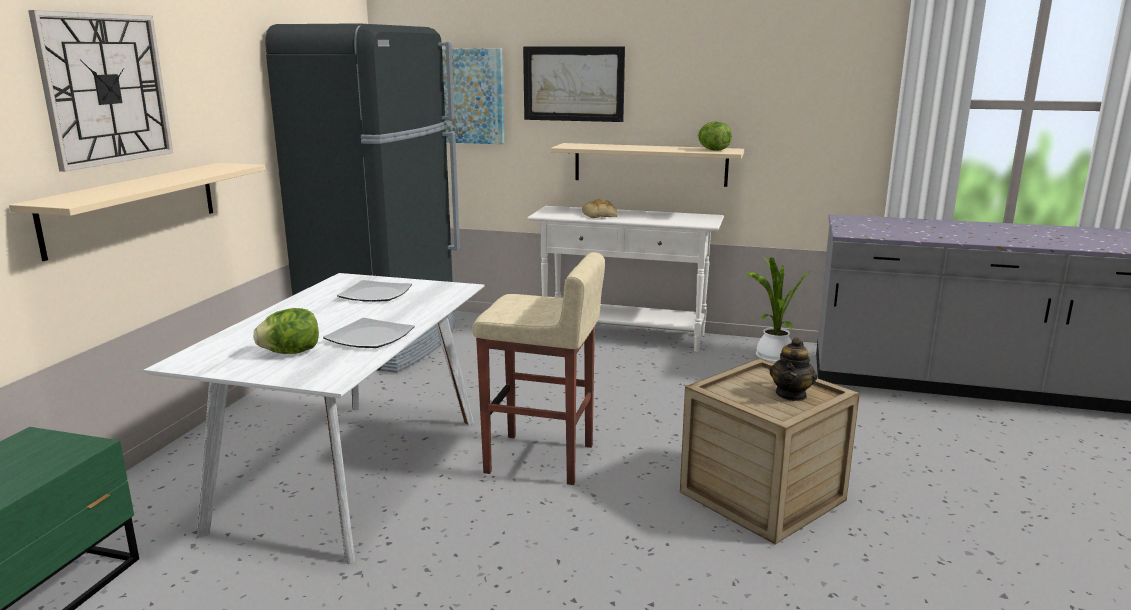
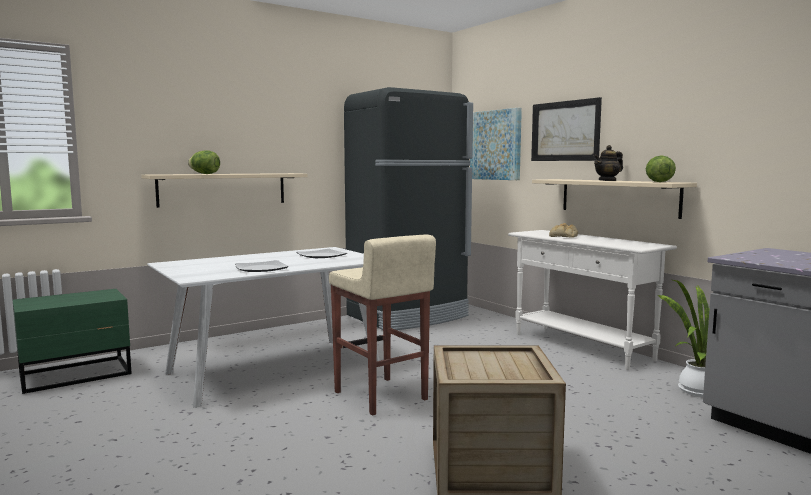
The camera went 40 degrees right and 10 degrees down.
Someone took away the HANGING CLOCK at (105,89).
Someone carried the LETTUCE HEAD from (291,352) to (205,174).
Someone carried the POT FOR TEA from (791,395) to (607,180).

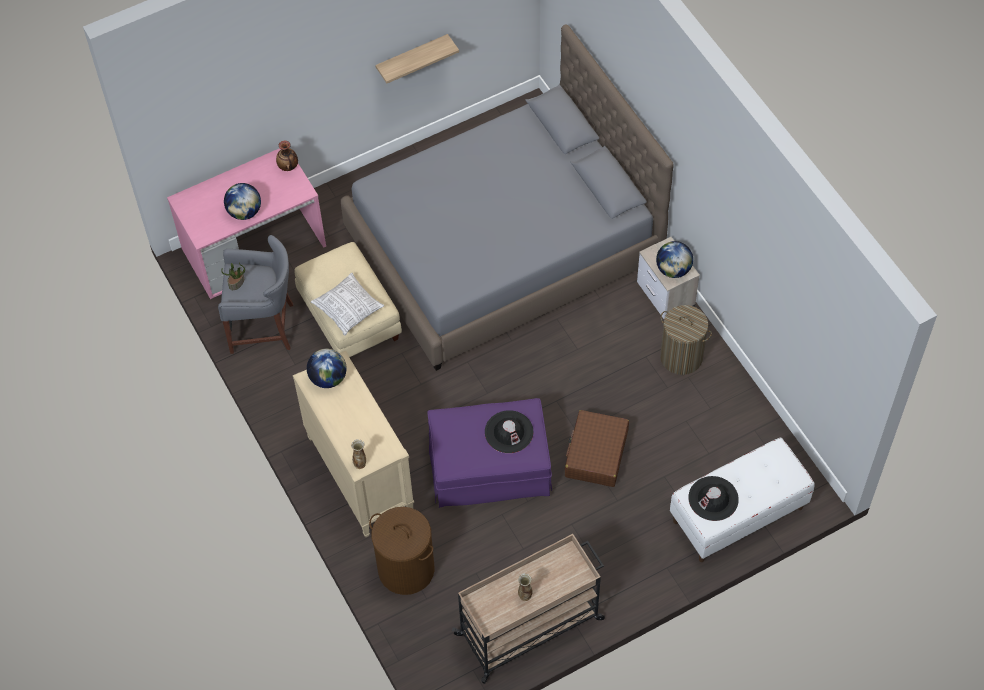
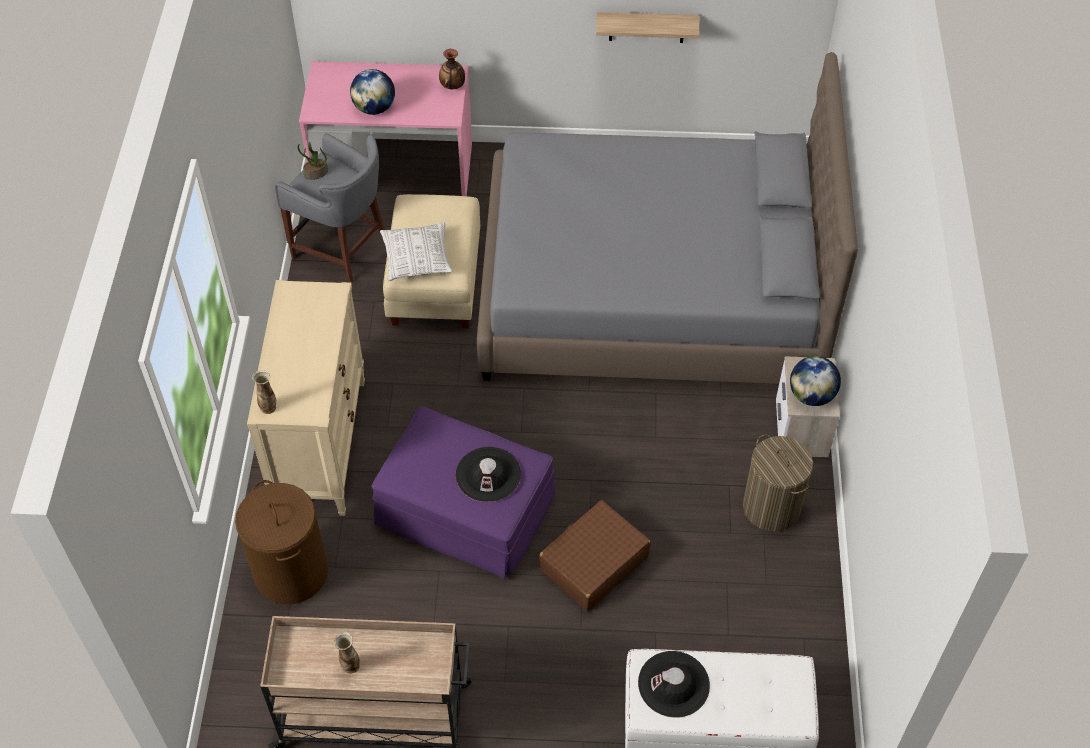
The camera went 30 degrees right and 5 degrees down.
Someone took away the GLOBE at (328,378).

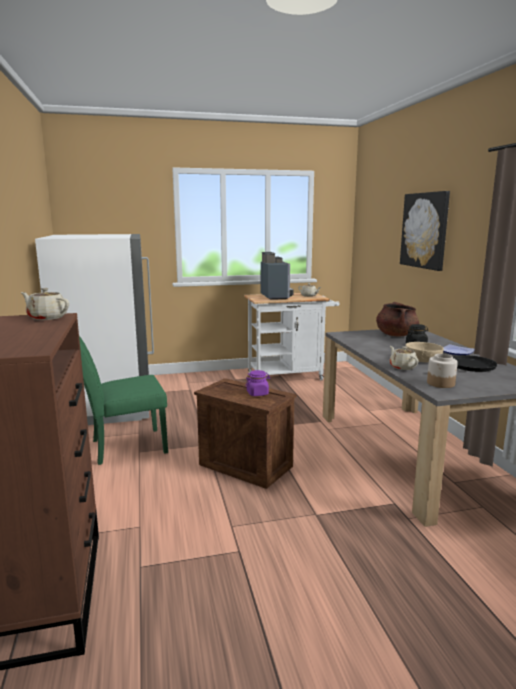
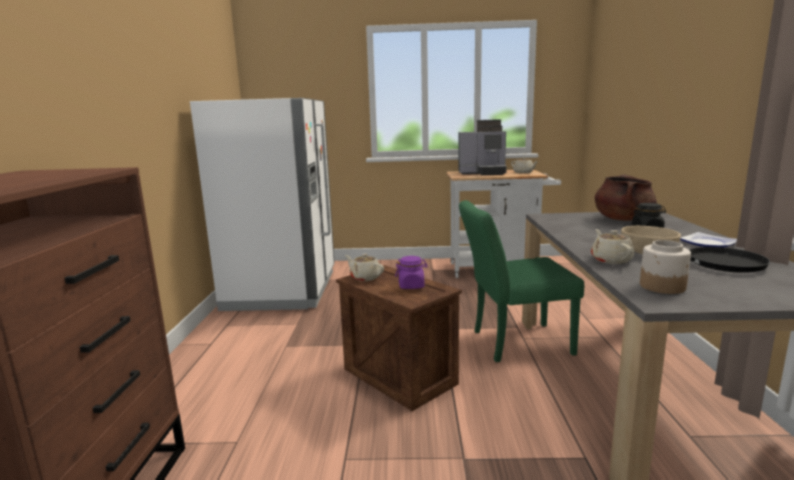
The camera went 15 degrees right and 0 degrees up.
Someone took away the WALL ART at (425,230).
Someone carried the SAND-COLOURED POT FOR TEA from (47,317) to (365,277).
Someone carried the GREENISH CHAIR from (122,447) to (514,343).
Someone rotated the COFFEE BREWER at (276,296) by 90 degrees clockwise.

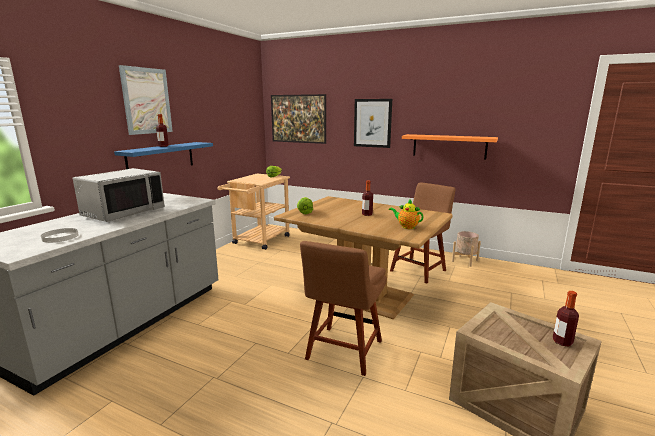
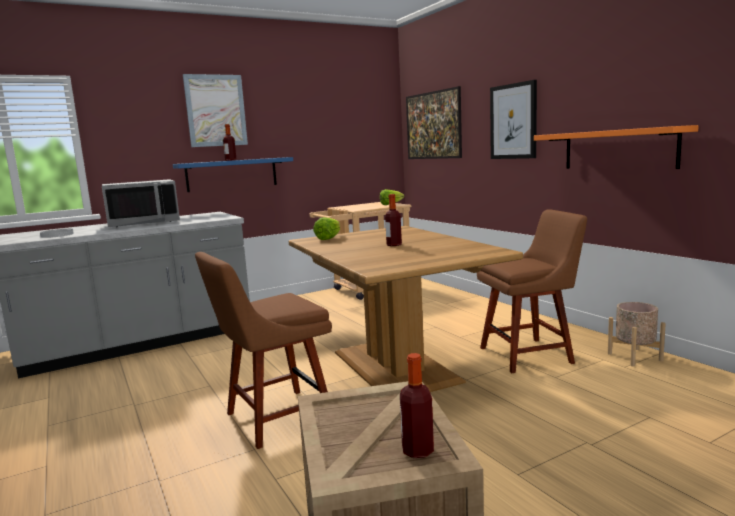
The camera went 35 degrees right and 5 degrees down.
Someone took away the POT FOR TEA at (406,227).

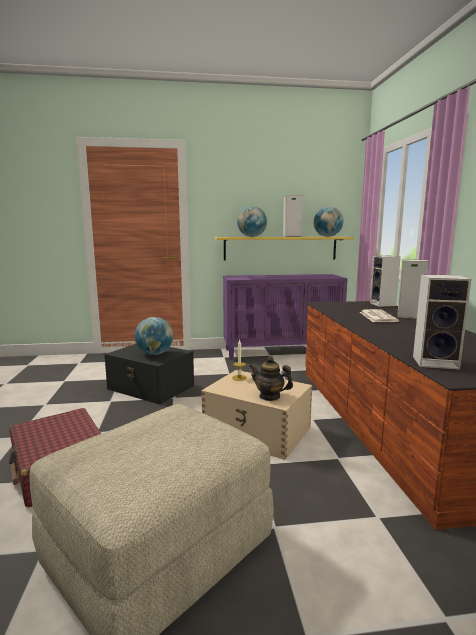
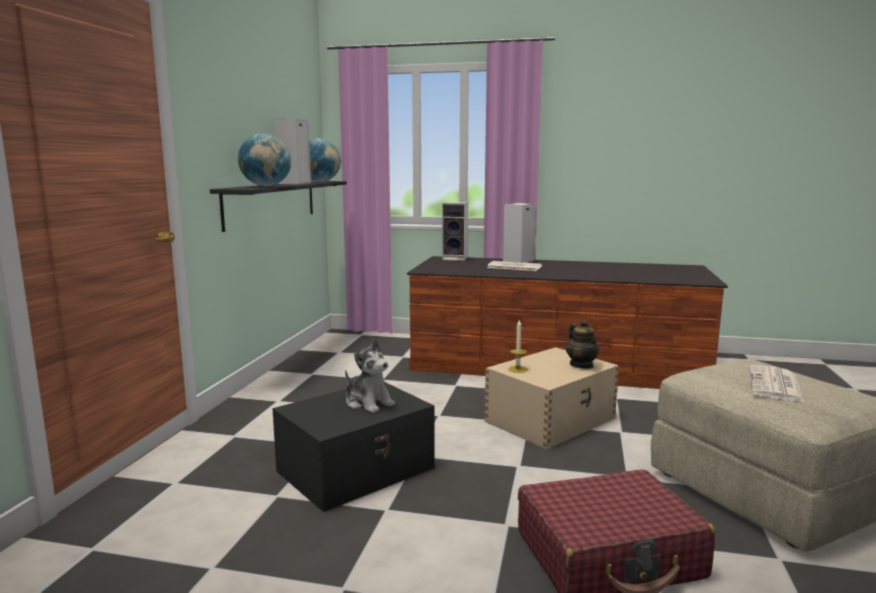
The camera went 70 degrees left and 0 degrees up.
Someone took away the PURPLISH STORAGE CABINET at (282,352).
Someone took away the SPEAKER at (436,362).
Someone put down the NEWSPAPER at (775,385).
Someone swapped the GLOBE at (155,354) for the CUDDLY TOY at (368,403).
Someone repainted the YELLOWISH BRACKET SHELF at (280,248), which became the BLACKISH BRACKET SHELF at (272,203).
Someone rotated the POT FOR TEA at (269,396) by 60 degrees counterclockwise.

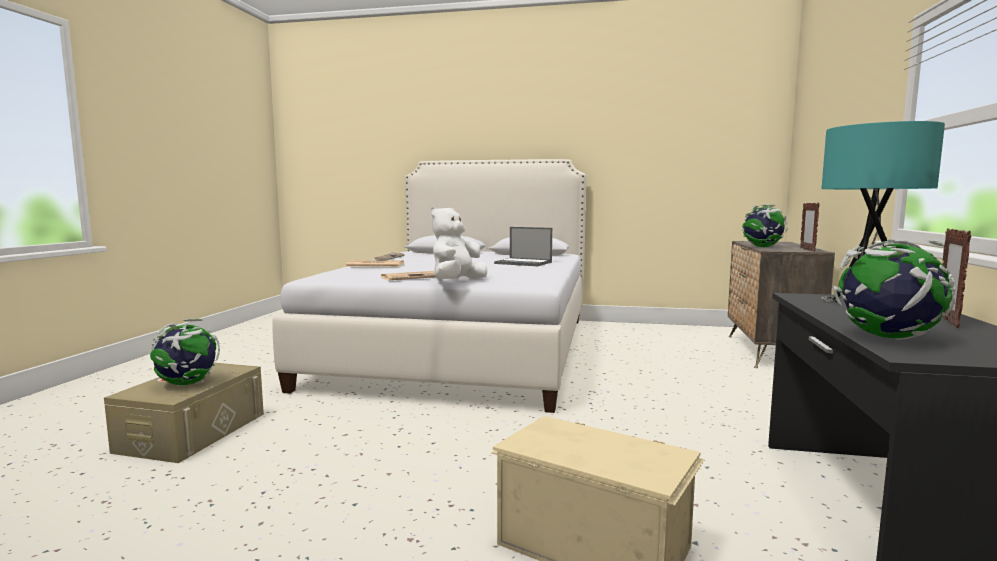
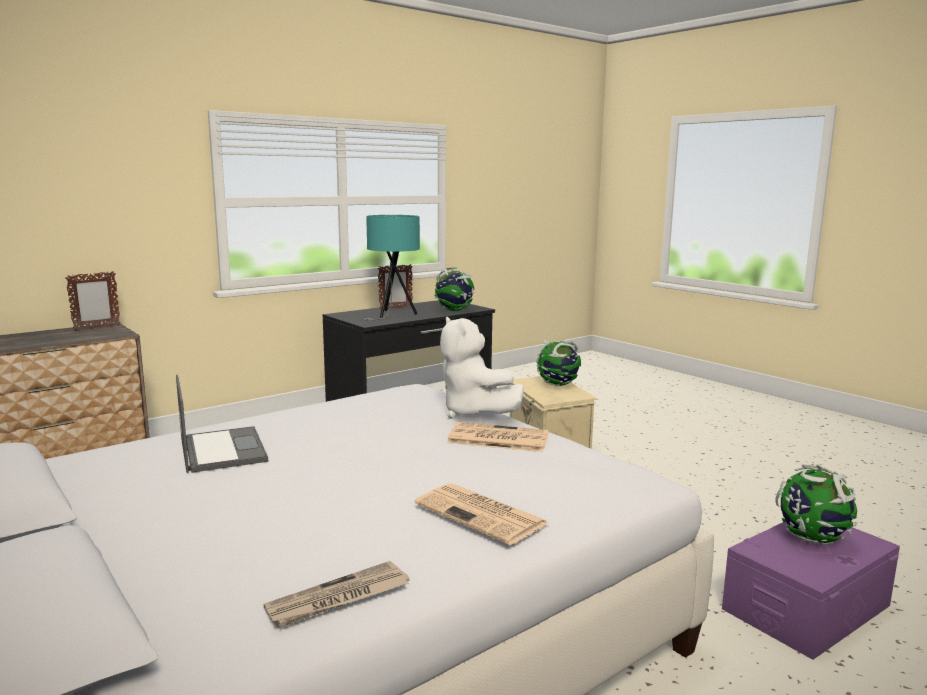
The camera went 140 degrees left and 5 degrees up.
Someone carried the GLOBE from (762,247) to (558,385).
Someone repainted the SAND-COLOURED STORAGE BOX at (193,432), which became the PURPLISH STORAGE BOX at (806,607).
Someone rotated the WHITE-COLOURED CUDDLY TOY at (457,282) by 75 degrees clockwise.

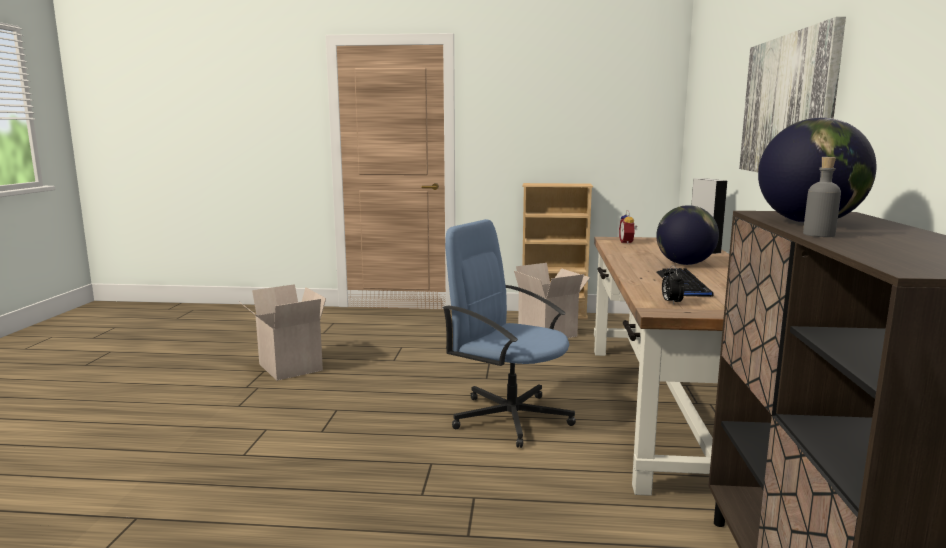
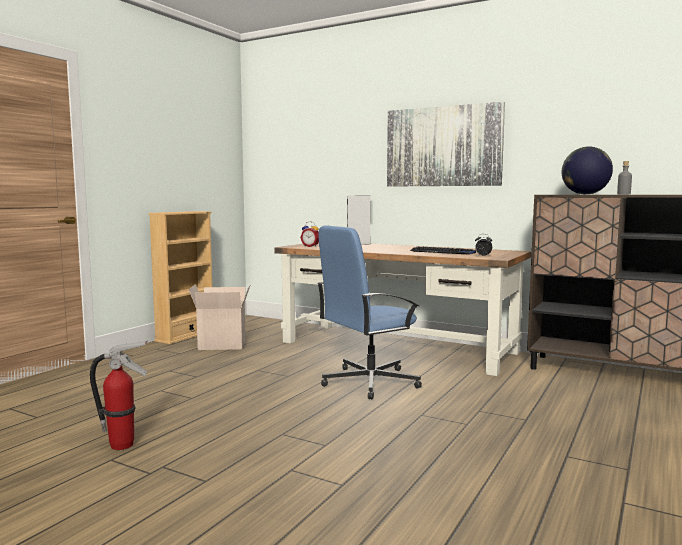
The camera went 65 degrees left and 5 degrees down.
Someone took away the GLOBE at (684,264).
Someone swapped the CARTON at (288,367) for the FIRE EXTINGUISHER at (123,445).

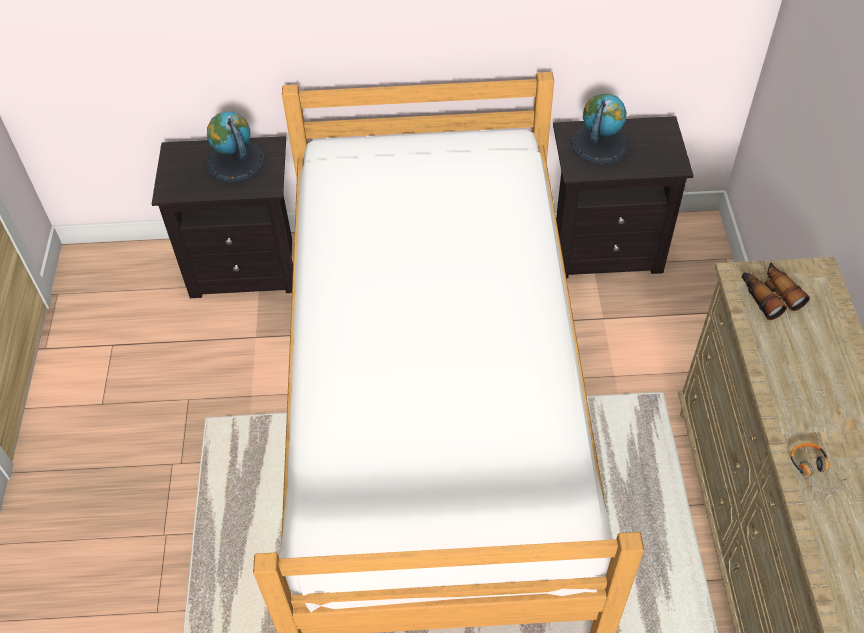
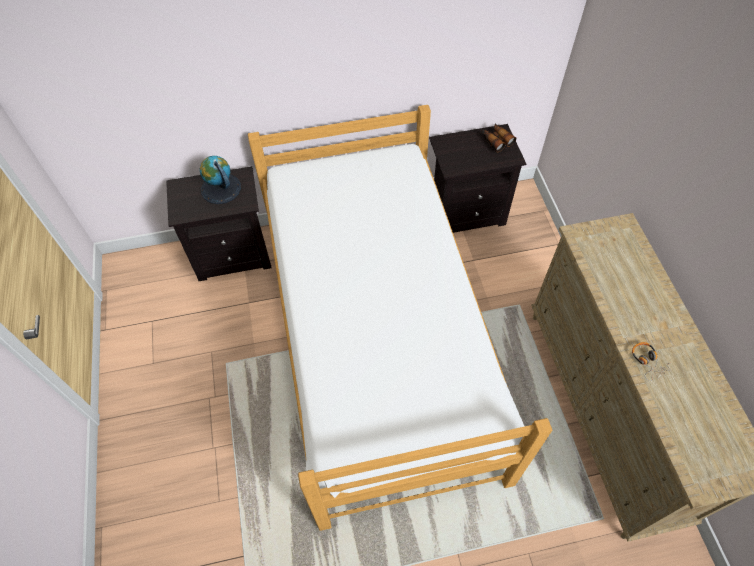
The camera went 10 degrees left and 5 degrees up.
Someone took away the GLOBE at (599,144).
Someone carried the FIELD GLASSES from (769,295) to (496,140).

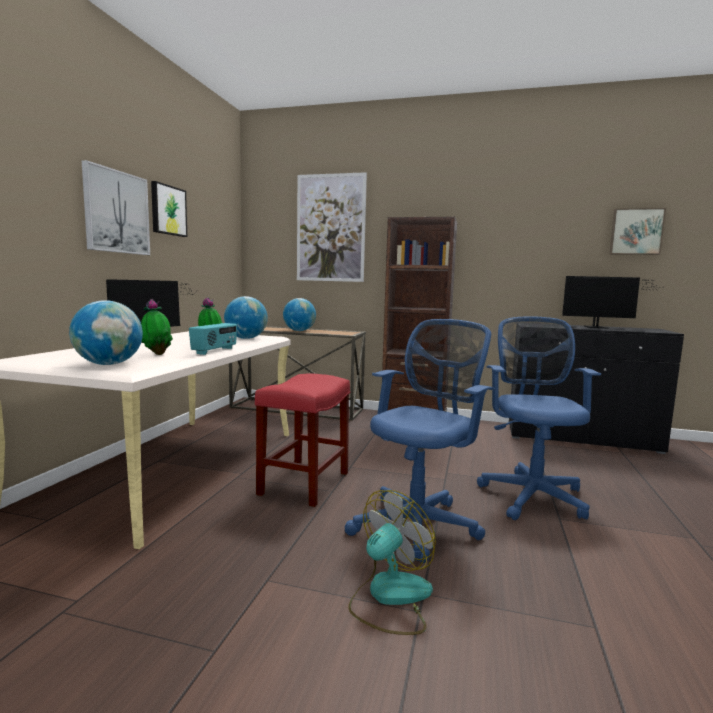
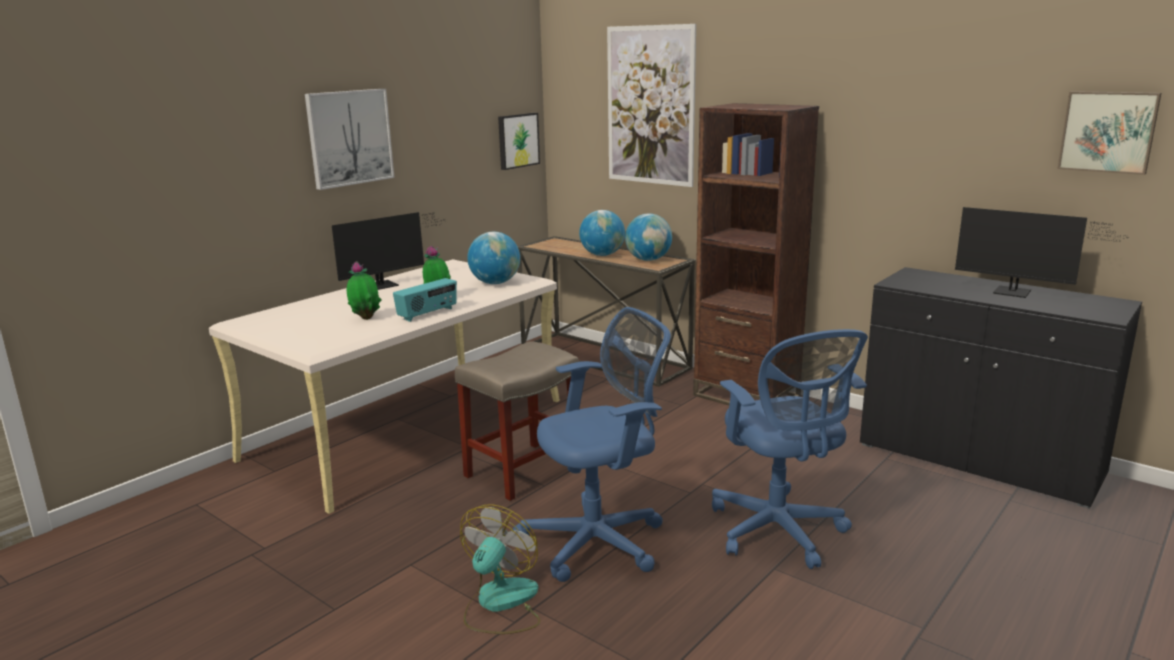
The camera went 25 degrees right and 10 degrees up.
Someone carried the GLOBE from (109,364) to (648,260).
Someone carried the WALL ART from (168,210) to (517,140).
Someone repainted the RED STOOL SEAT at (304,484), which became the SAND-COLOURED STOOL SEAT at (522,471).
Someone rotated the ELECTRIC FAN at (390,597) by 45 degrees counterclockwise.
Someone rotated the BLUISH COMPUTER CHAIR at (532,494) by 135 degrees clockwise.

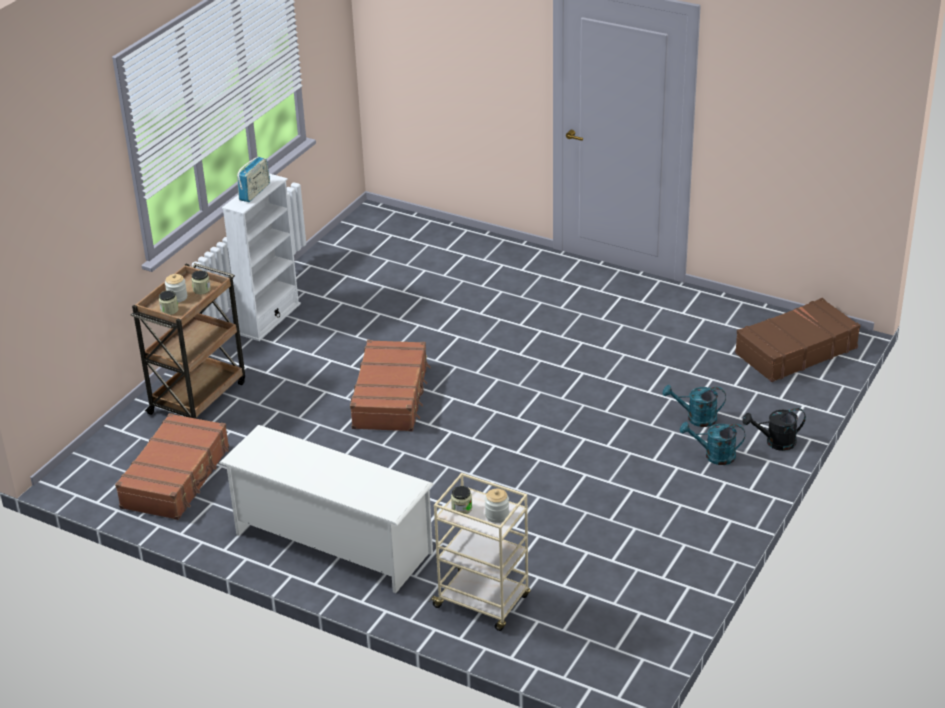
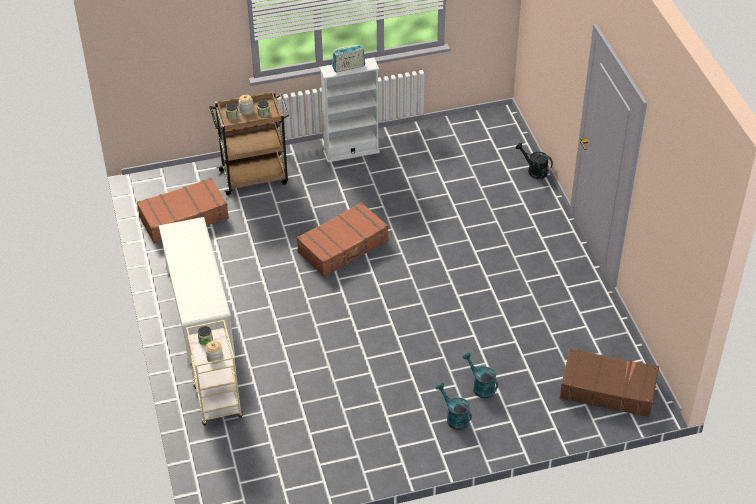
The camera went 45 degrees right and 10 degrees up.
Someone carried the BLACKISH SPRINKLING CAN from (775,442) to (534,171).

